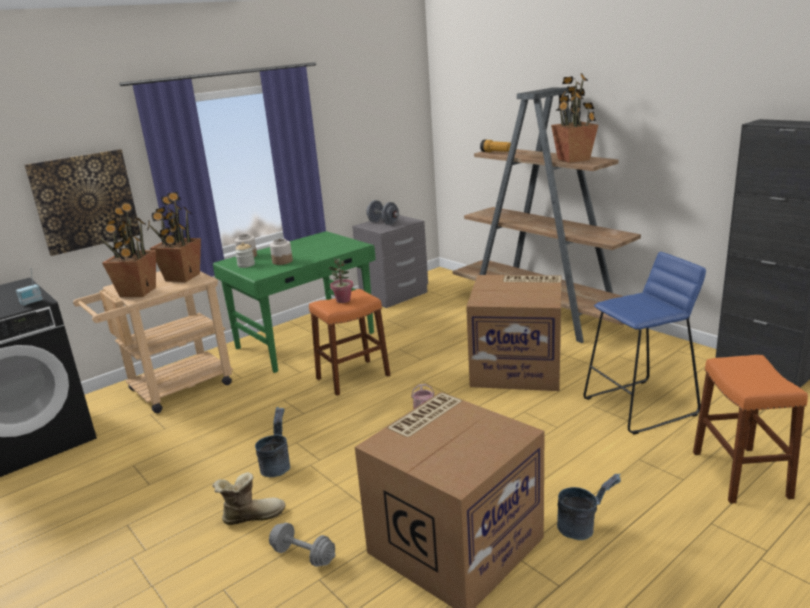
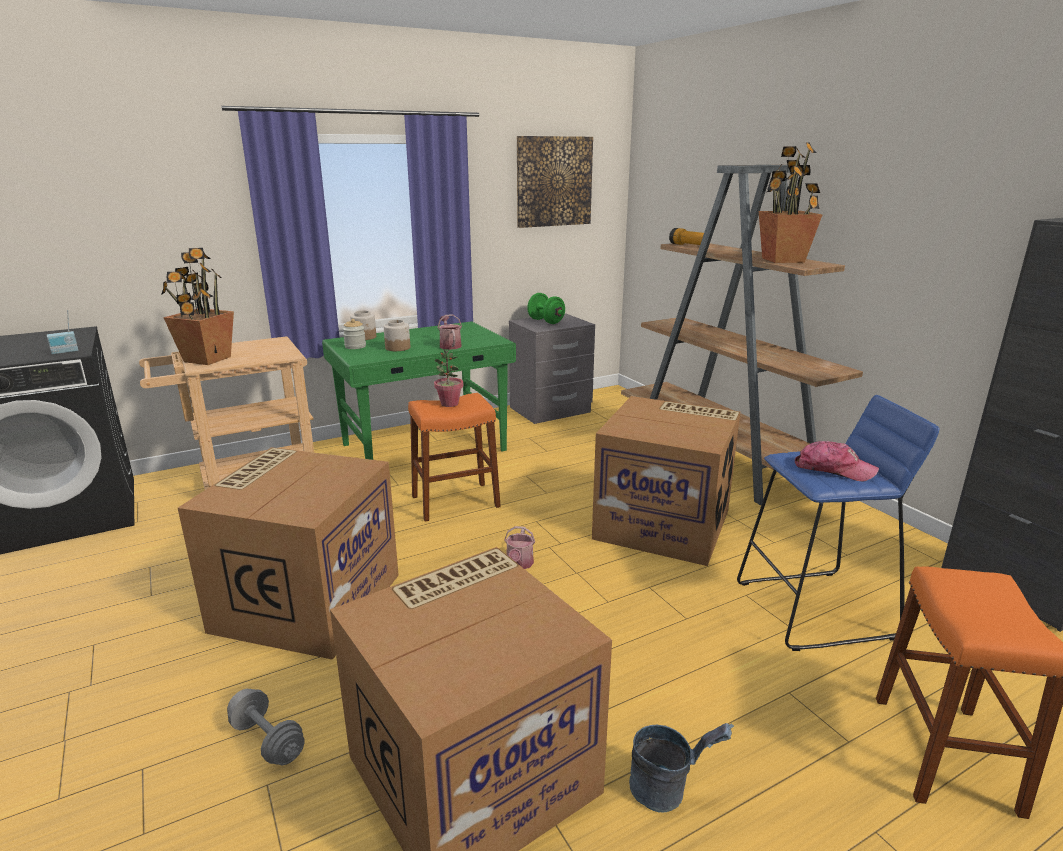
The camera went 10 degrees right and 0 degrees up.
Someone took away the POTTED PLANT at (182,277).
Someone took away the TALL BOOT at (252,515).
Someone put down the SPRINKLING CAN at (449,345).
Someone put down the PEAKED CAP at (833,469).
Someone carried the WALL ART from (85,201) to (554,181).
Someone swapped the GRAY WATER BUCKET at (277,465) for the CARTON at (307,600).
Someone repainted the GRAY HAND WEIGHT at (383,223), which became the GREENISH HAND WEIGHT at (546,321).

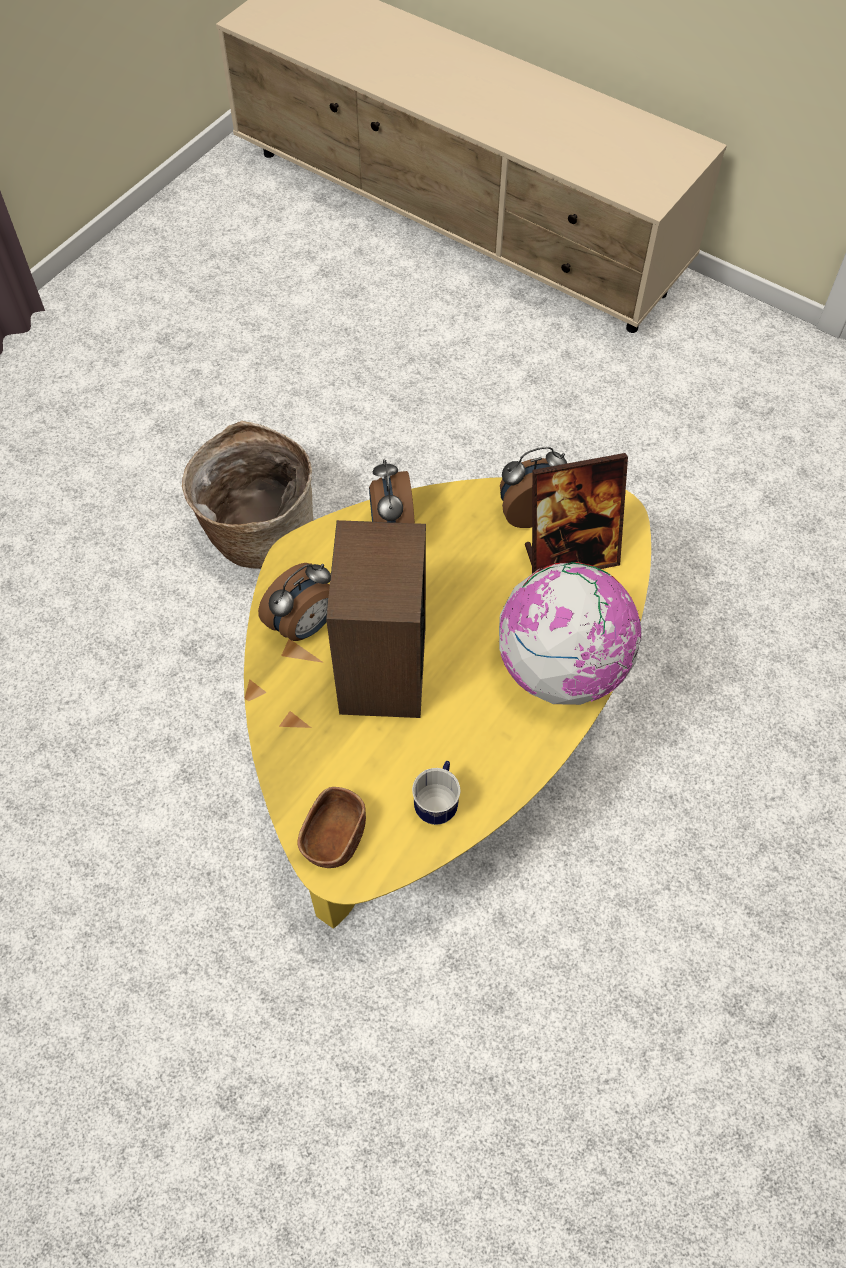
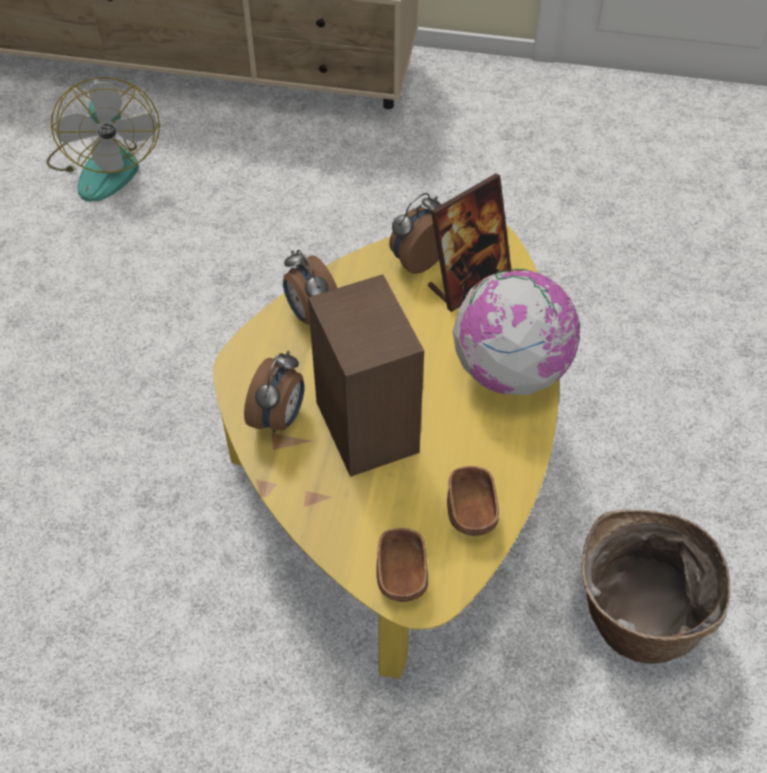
The camera went 25 degrees left and 5 degrees down.
Someone put down the ELECTRIC FAN at (106,164).
Someone carried the HOUSEHOLD BASKET from (258,531) to (635,616).
Someone swapped the MUG at (438,802) for the BROWN-COLOURED DEEP DISH at (471,512).

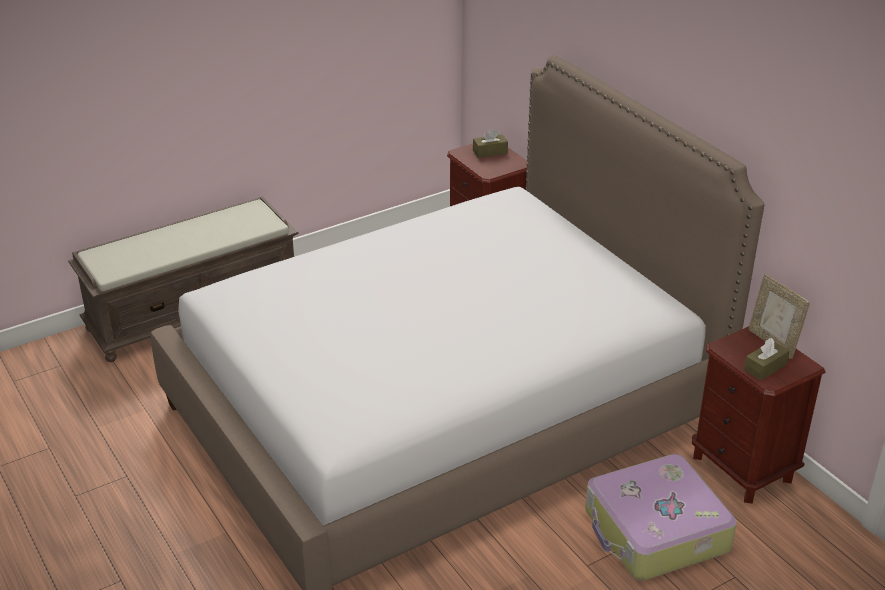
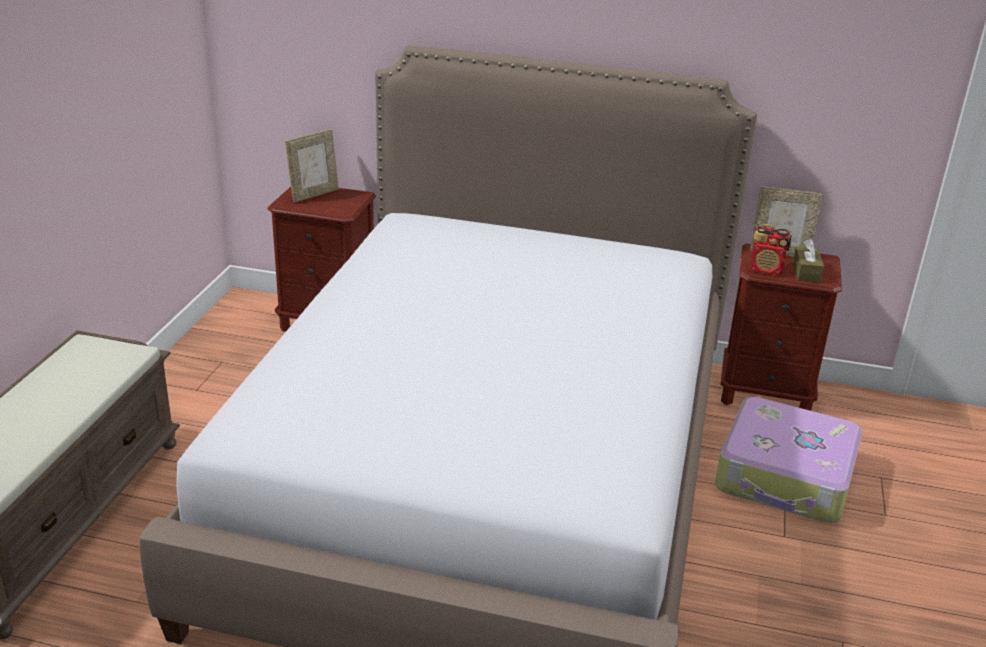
The camera went 45 degrees left and 5 degrees down.
Someone put down the RADIO SET at (766,269).
Someone swapped the BROWN-COLOURED TISSUE BOX at (490,152) for the STANDING FRAME at (314,194).

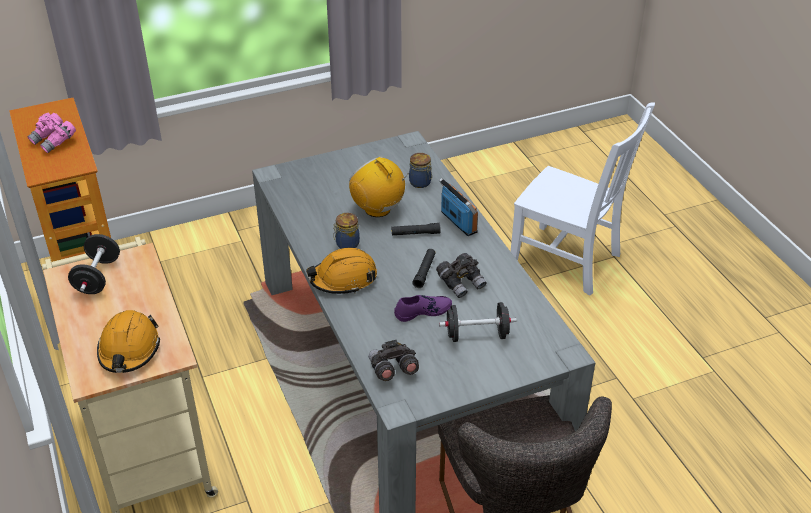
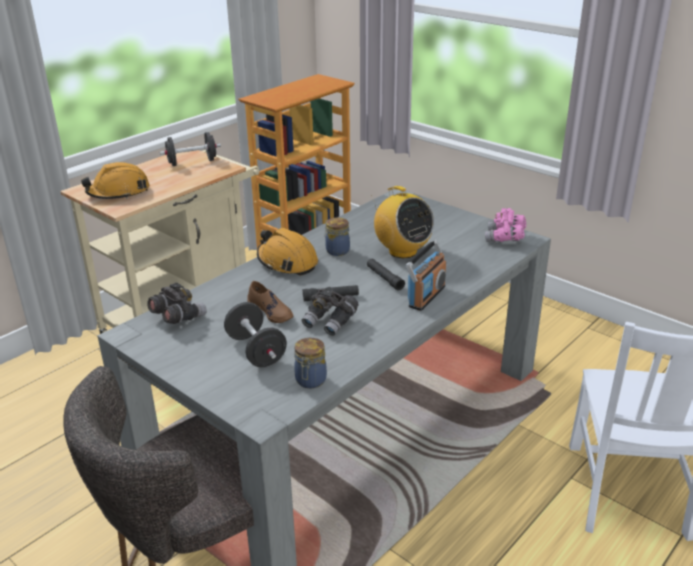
The camera went 65 degrees right and 10 degrees down.
Someone carried the PINK FIELD GLASSES from (54,141) to (505,238).
Someone carried the STORAGE JAR from (421,183) to (310,381).
Someone repainted the PURPLISH SHOE at (423,311), which became the BROWN-COLOURED SHOE at (271,312).
Someone rotated the RADIO SET at (378,209) by 120 degrees clockwise.

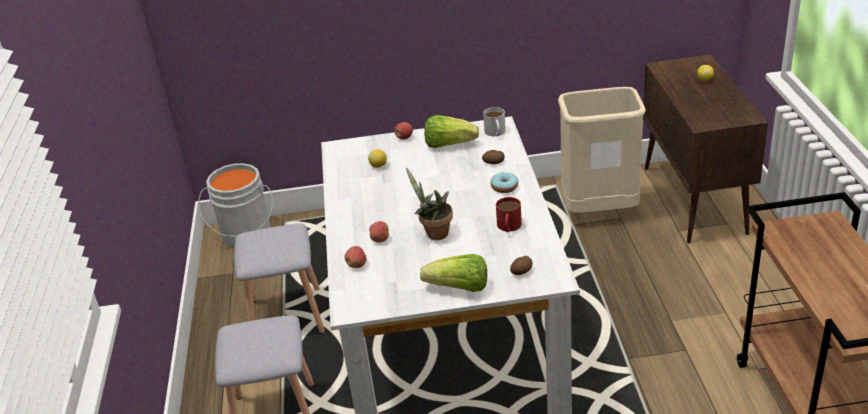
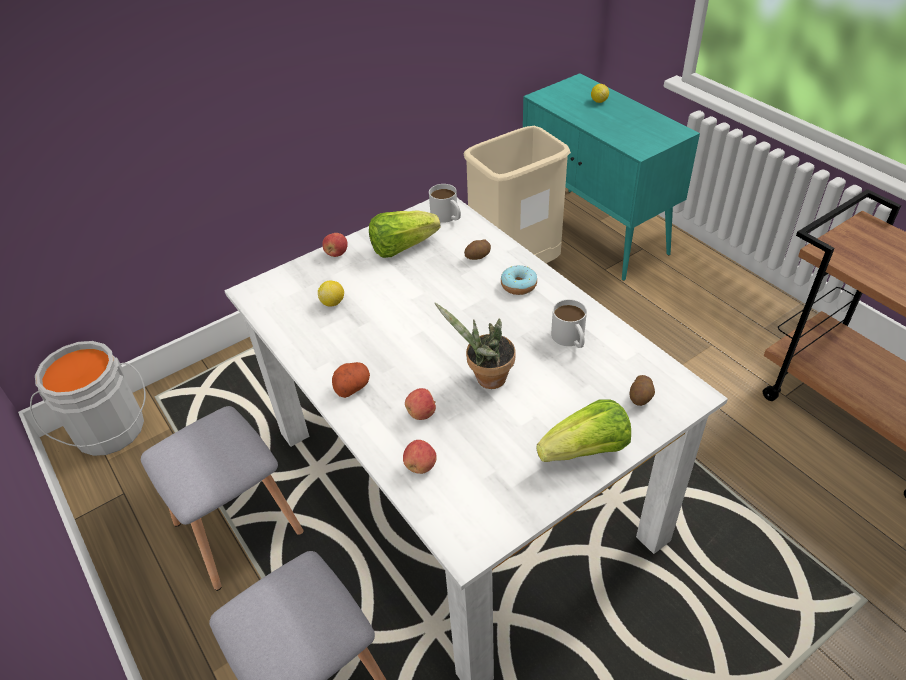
The camera went 30 degrees left and 10 degrees up.
Someone put down the SPUD at (352,386).
Someone repainted the RED MUG at (508,227), which became the WHITE-COLOURED MUG at (570,339).
Someone repainted the BROWN-COLOURED STORAGE CABINET at (694,200), which became the TURQUOISE STORAGE CABINET at (596,233).

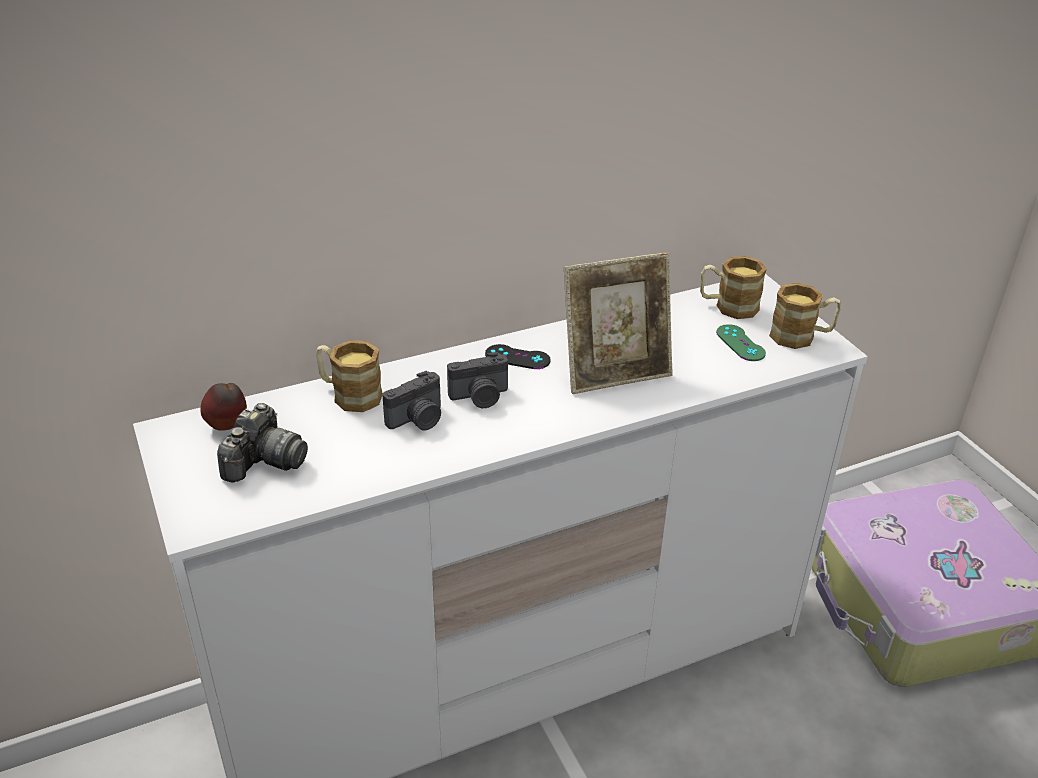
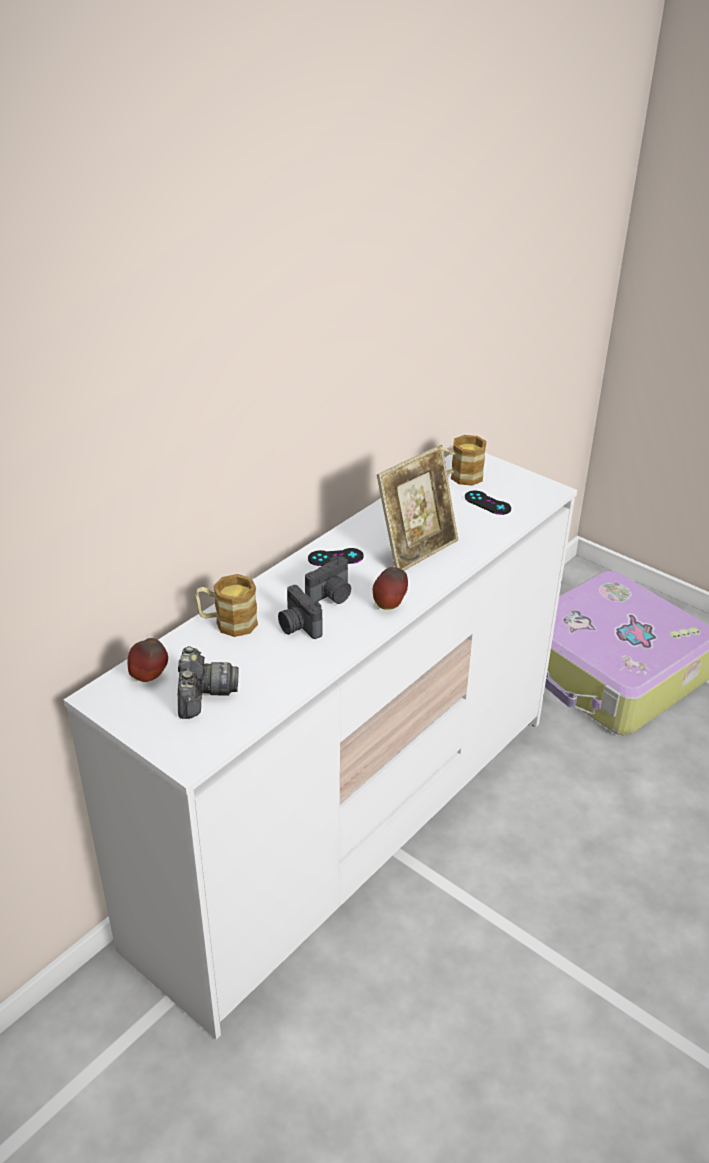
The camera went 25 degrees left and 0 degrees up.
Someone took away the MUG at (801,336).
Someone put down the APPLE FRUIT at (389,605).
Someone repainted the GREENISH GAMEPAD at (740,343), which became the BLACKISH GAMEPAD at (487,503).
Someone rotated the PHOTO CAMERA at (418,420) by 120 degrees clockwise.

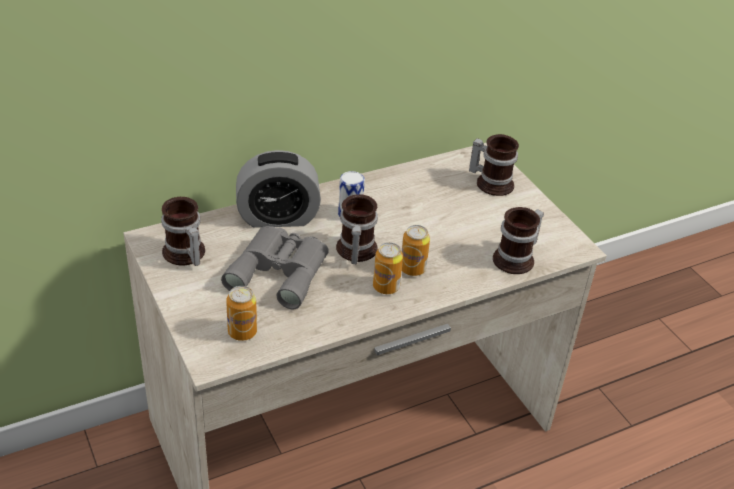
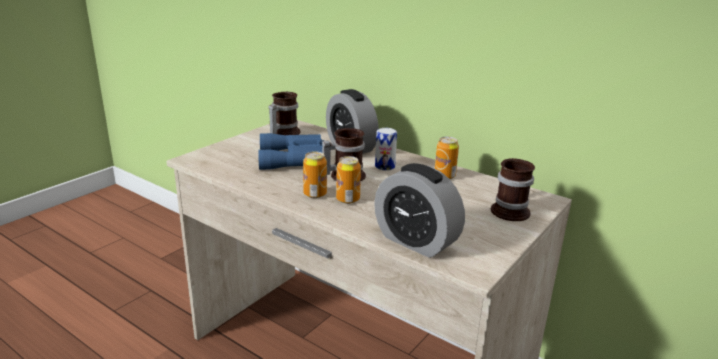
The camera went 65 degrees right and 15 degrees down.
Someone carried the SEALED CAN from (242,332) to (444,176).
Someone swapped the MUG at (517,259) for the BEDSIDE CLOCK at (416,241).
Someone repainted the GRAY FIELD GLASSES at (280,270), which became the BLUISH FIELD GLASSES at (296,159).

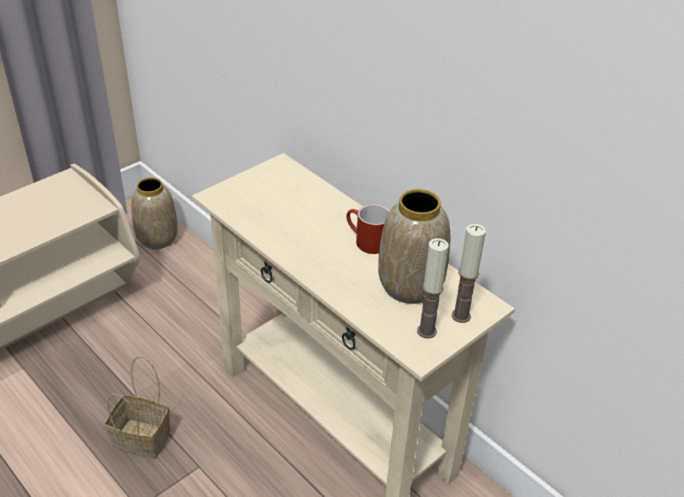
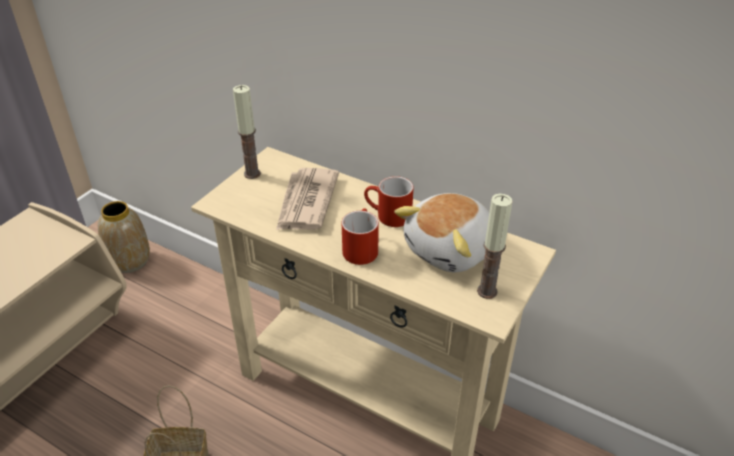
The camera went 15 degrees left and 0 degrees up.
Someone put down the NEWSPAPER at (306,202).
Someone put down the RED MUG at (360,247).
Someone carried the WAX LIGHT from (461,316) to (252,174).
Someone swapped the DECORATIVE VASE at (411,286) for the CUDDLY TOY at (451,250).

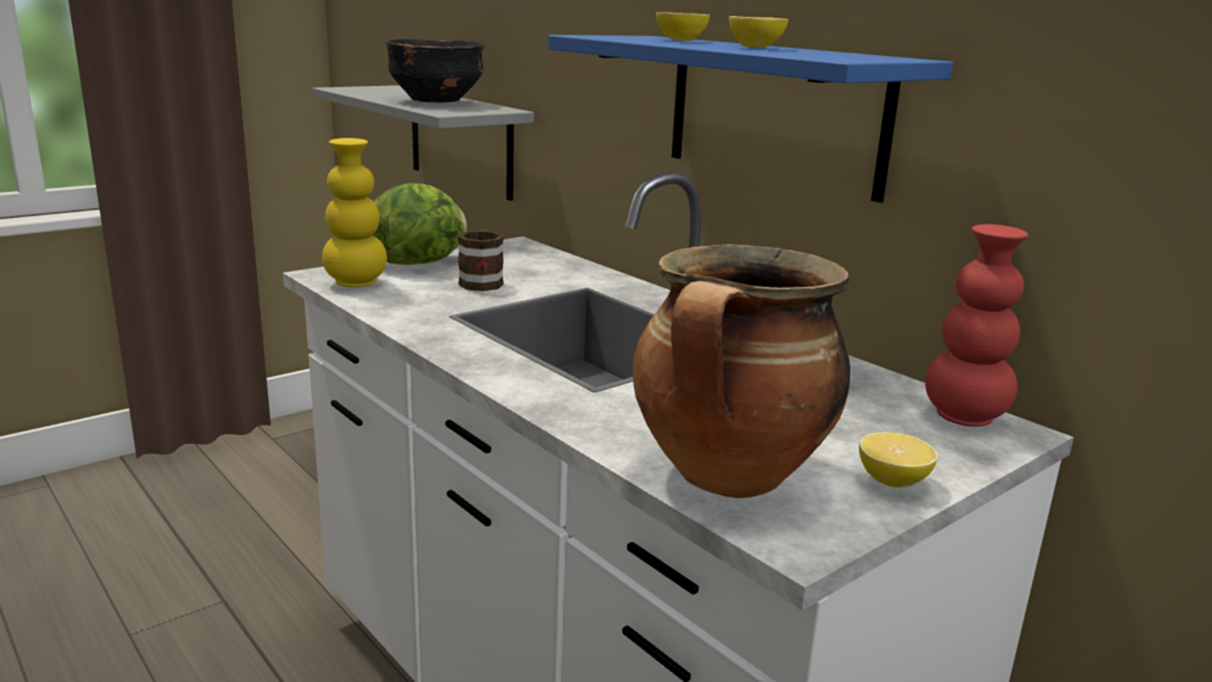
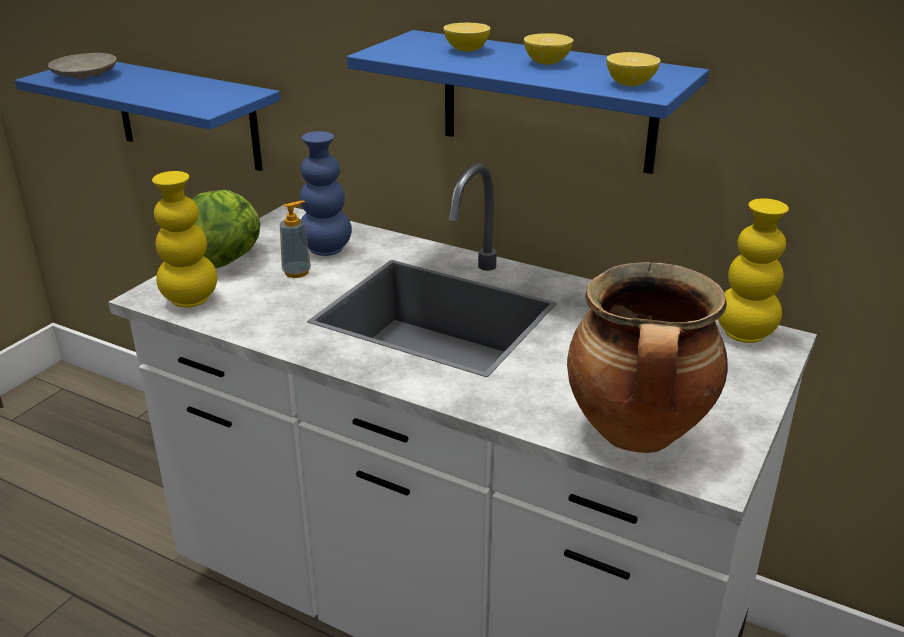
The camera went 20 degrees left and 10 degrees up.
Someone took away the BLACKISH DEEP DISH at (437,101).
Someone put down the SAND-COLOURED PLATE at (84,76).
Someone put down the BLUISH DECORATIVE VASE at (326,250).
Someone carried the CITRUS FRUIT from (892,481) to (630,84).
Someone swapped the MUG at (480,281) for the SOAP BOTTLE at (297,272).
Someone repainted the GRAY BRACKET SHELF at (460,141), which became the BLUISH BRACKET SHELF at (186,114).
Someone repainted the RED DECORATIVE VASE at (964,417), which became the YELLOWISH DECORATIVE VASE at (744,334).

